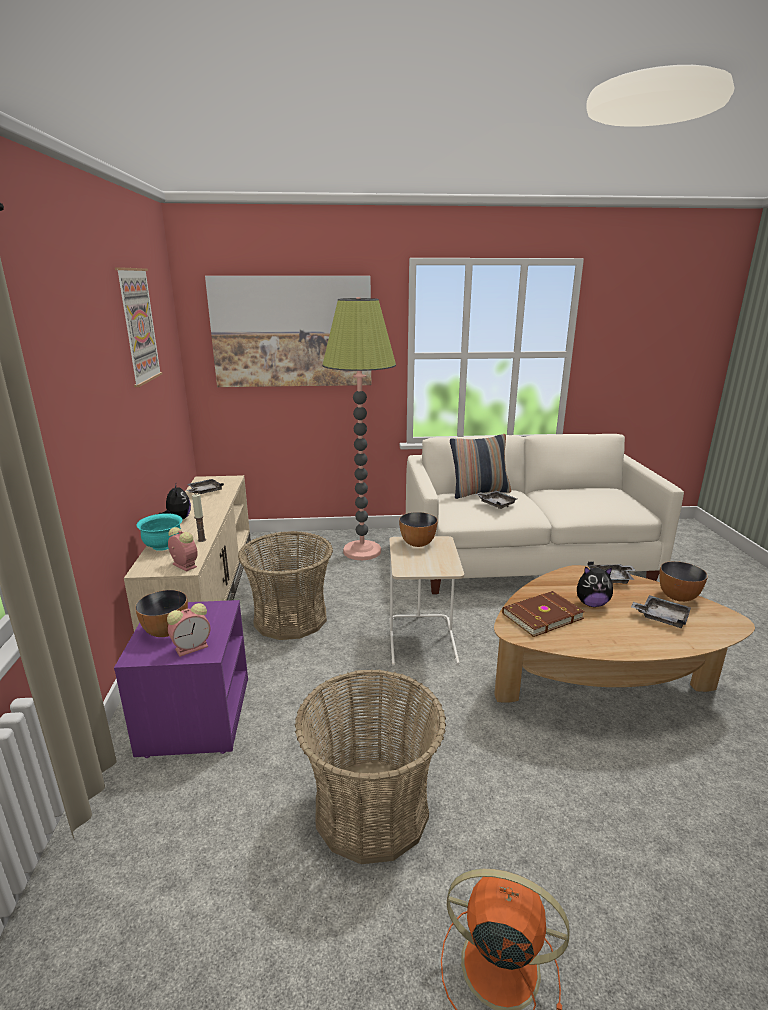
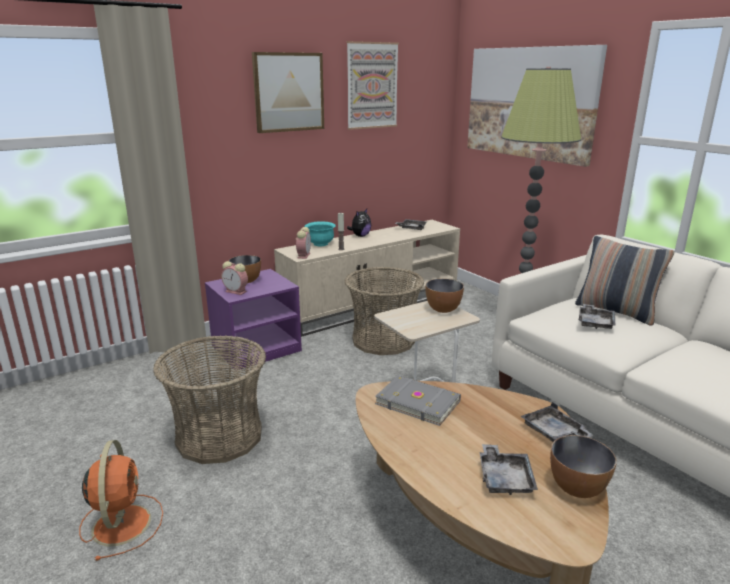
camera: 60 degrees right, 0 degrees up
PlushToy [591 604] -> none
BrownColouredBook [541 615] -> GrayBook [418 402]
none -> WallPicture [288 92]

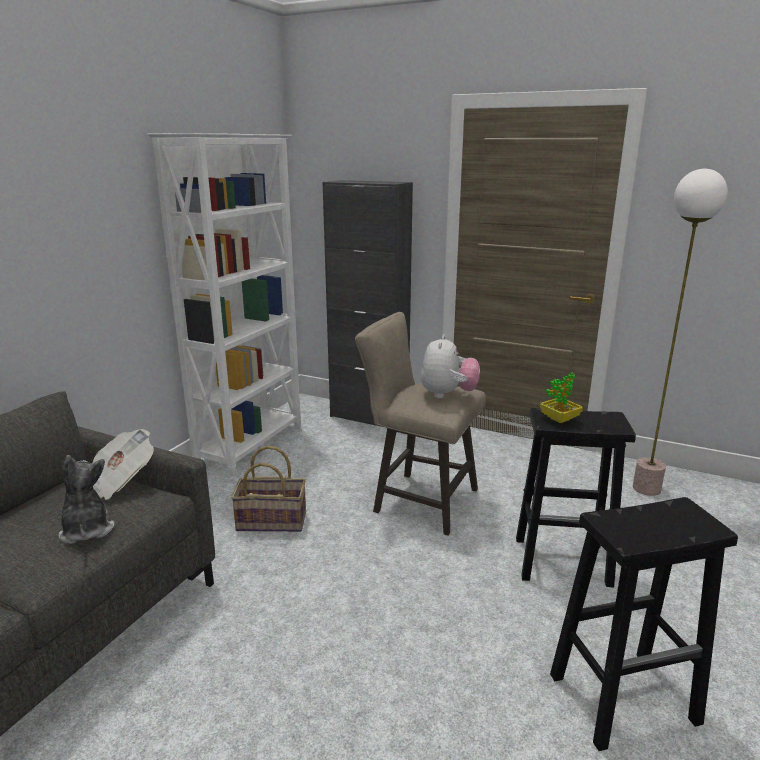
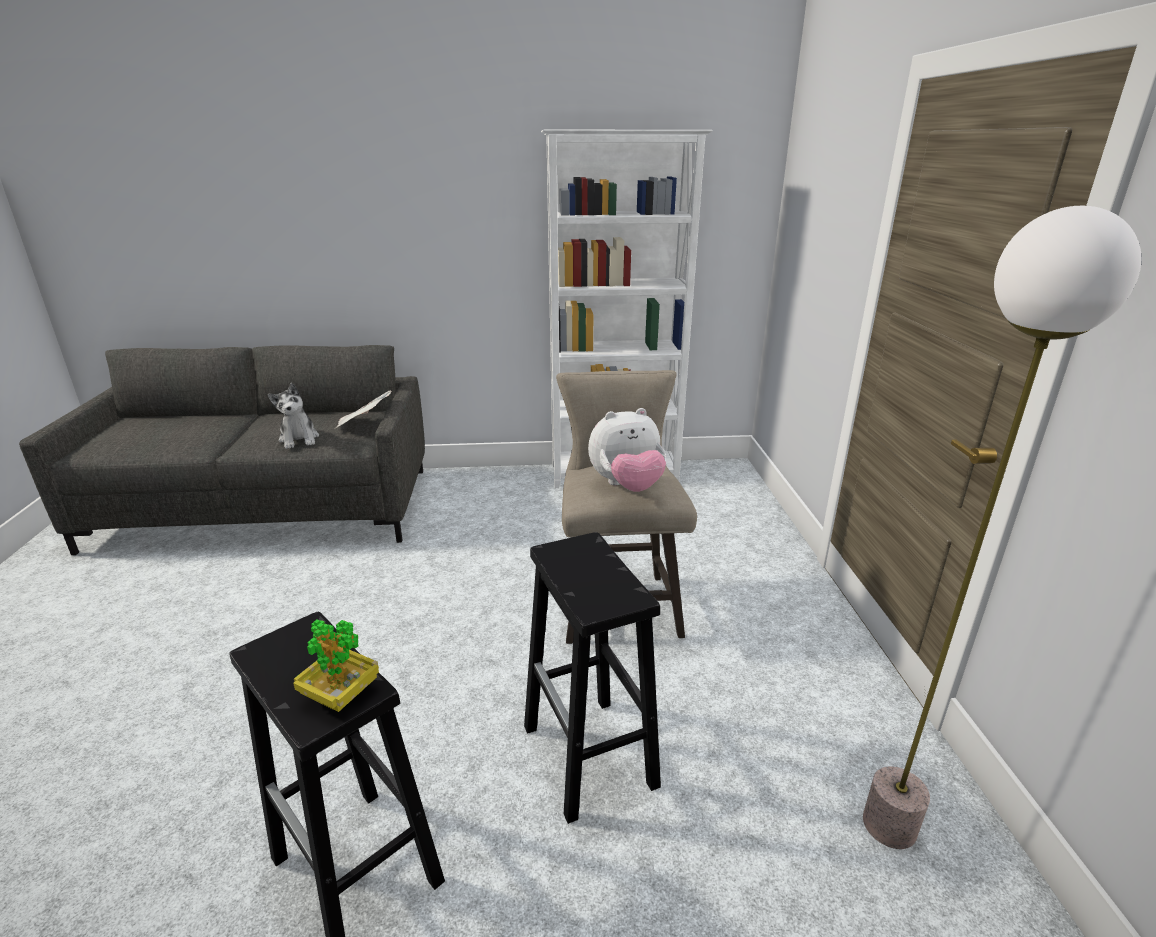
camera: 60 degrees right, 5 degrees up
BlackishCabinet [369 417] -> none
Houseplant [559 419] -> Houseplant [341 694], move
Basket [272 520] -> none
PlushToy [87 530] -> PlushToy [299 439], 120 degrees clockwise

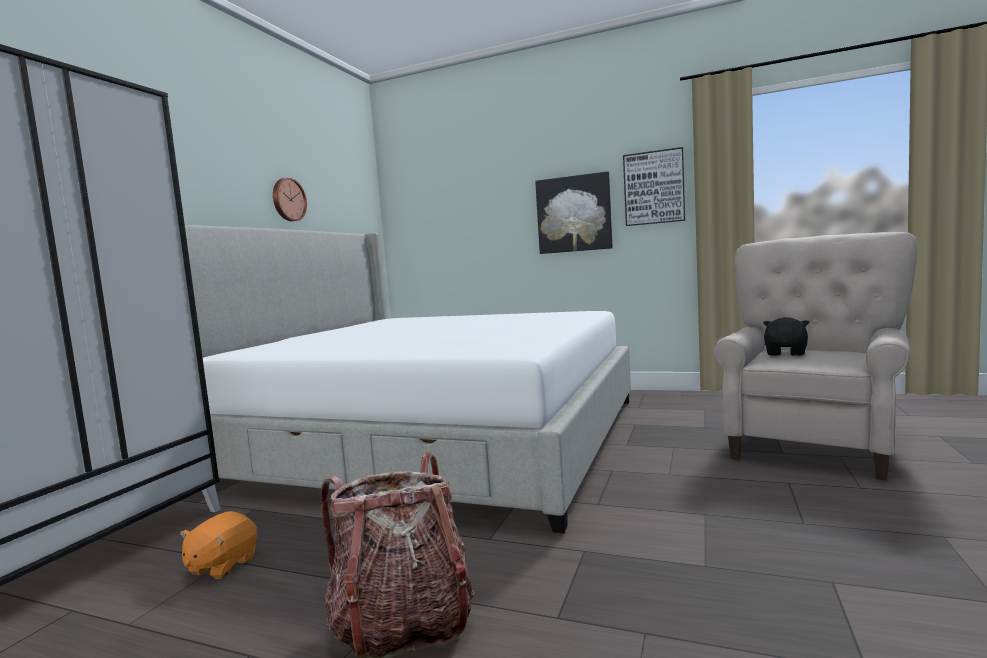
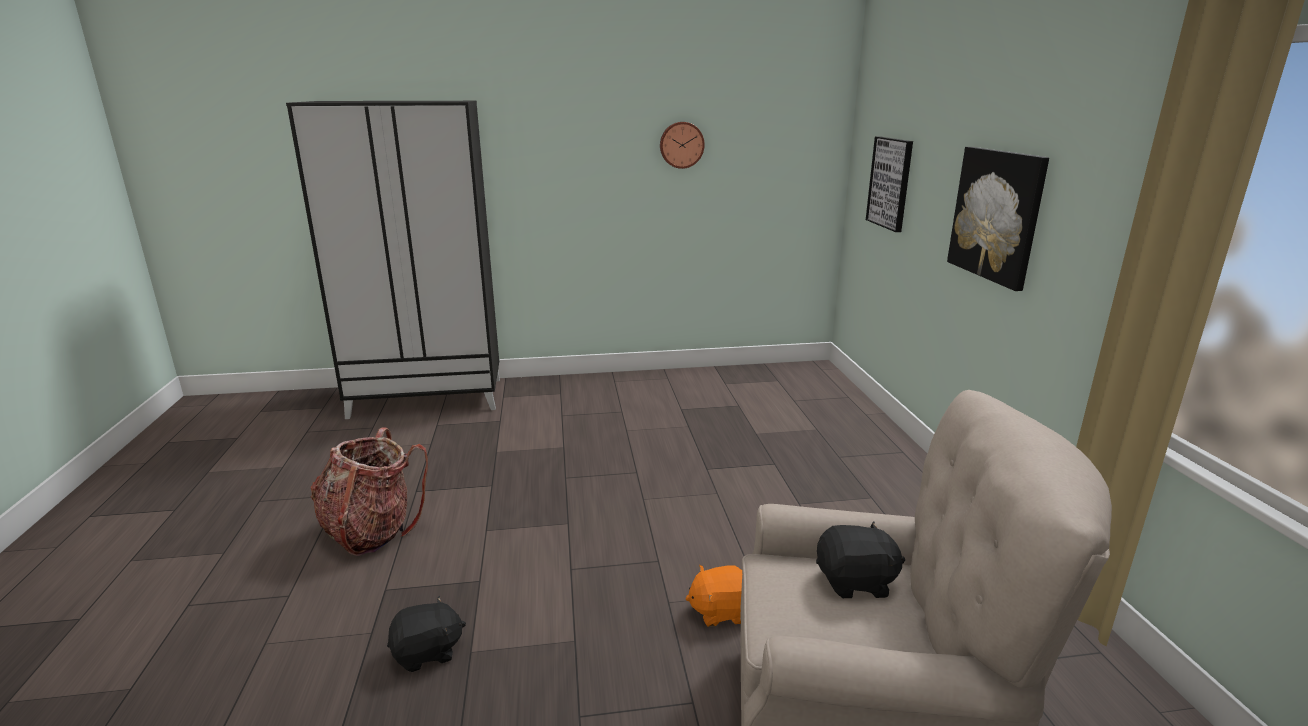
camera: 60 degrees right, 15 degrees up
WallPicture [654 188] -> WallPicture [890 183], move
BedroomBed [434 440] -> none
OrangeColouredPlushToy [222 565] -> OrangeColouredPlushToy [721 611], move
none -> BlackishPlushToy [427 652]

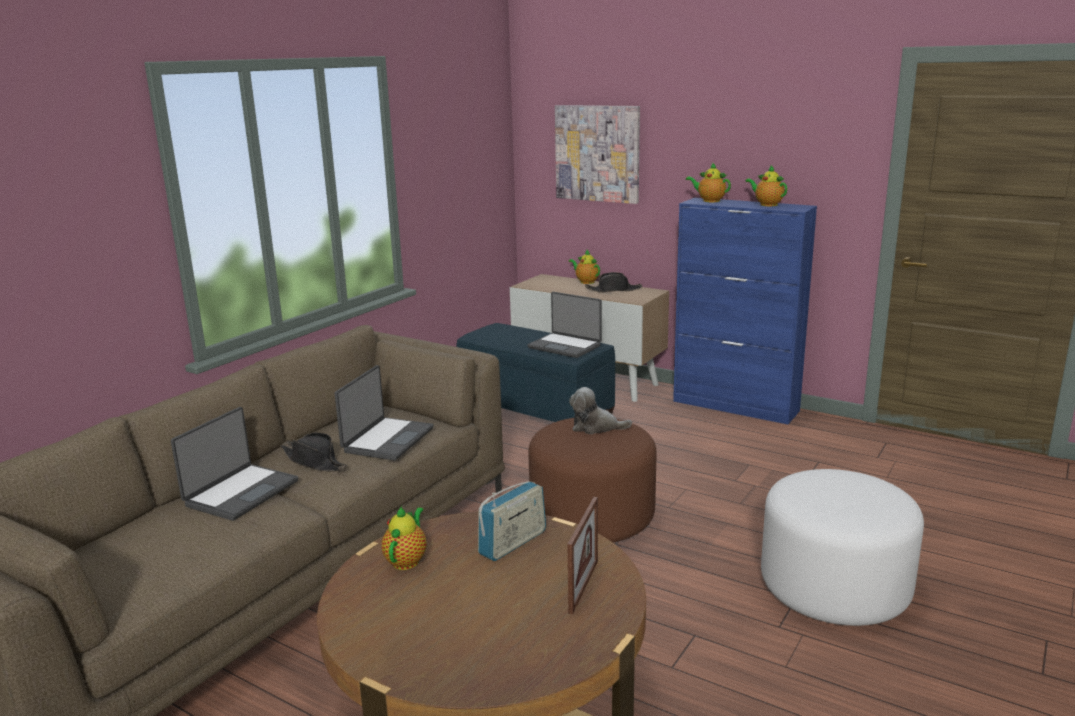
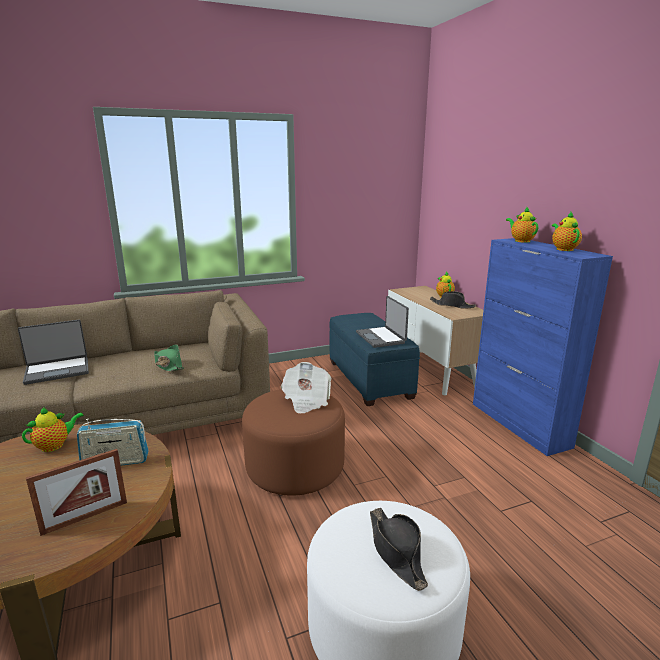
camera: 35 degrees right, 0 degrees up
WallPicture [597 153] -> none
NotebookComputer [387 440] -> GreenHat [168 365]
PlushToy [596 427] -> DailyPaper [306 400]
BlackishHat [314 461] -> BlackishHat [396 552], move

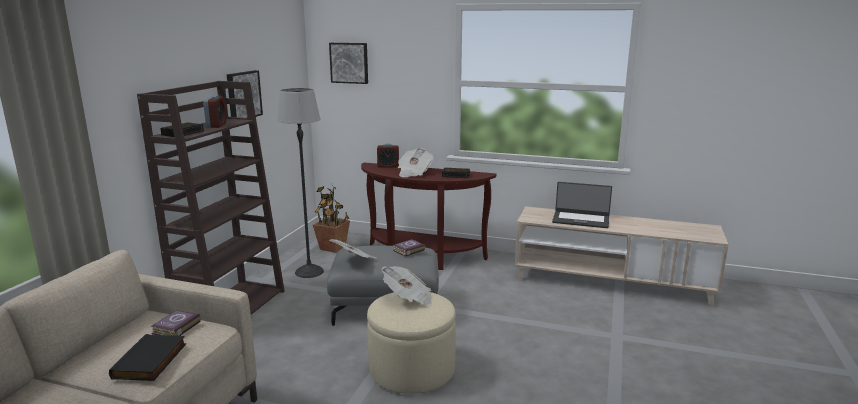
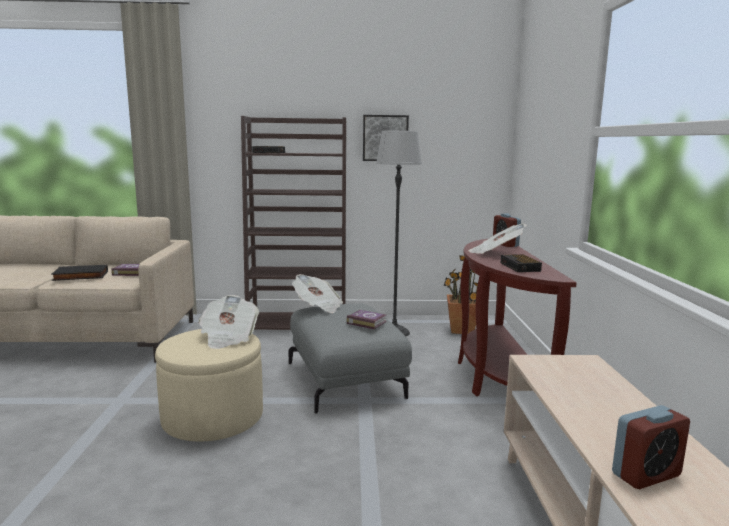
camera: 70 degrees right, 5 degrees down
WallPicture [349 63] -> none
AlarmClock [216 125] -> AlarmClock [646 475], move
NotebookComputer [581 220] -> none

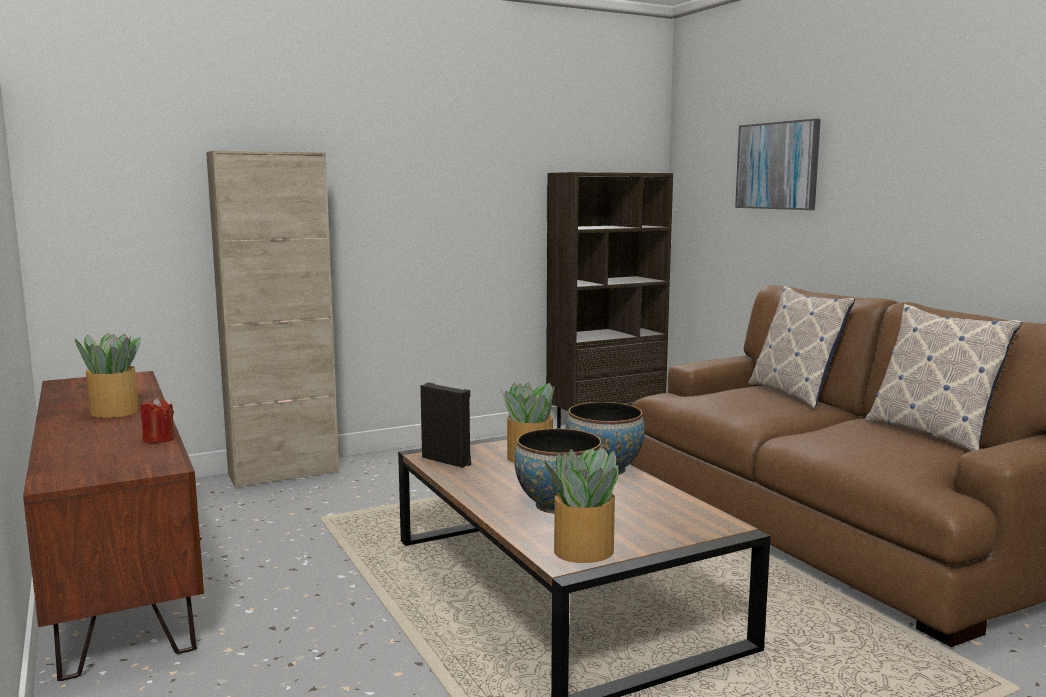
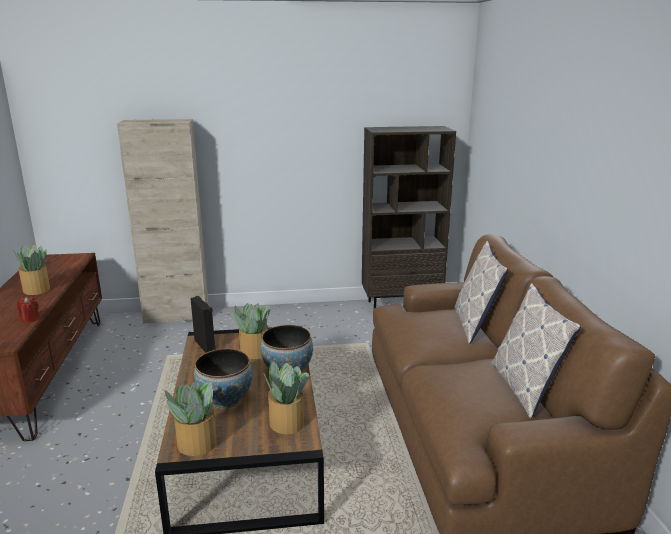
camera: 20 degrees right, 10 degrees up
WallPicture [777 166] -> none
none -> Houseplant [286 422]

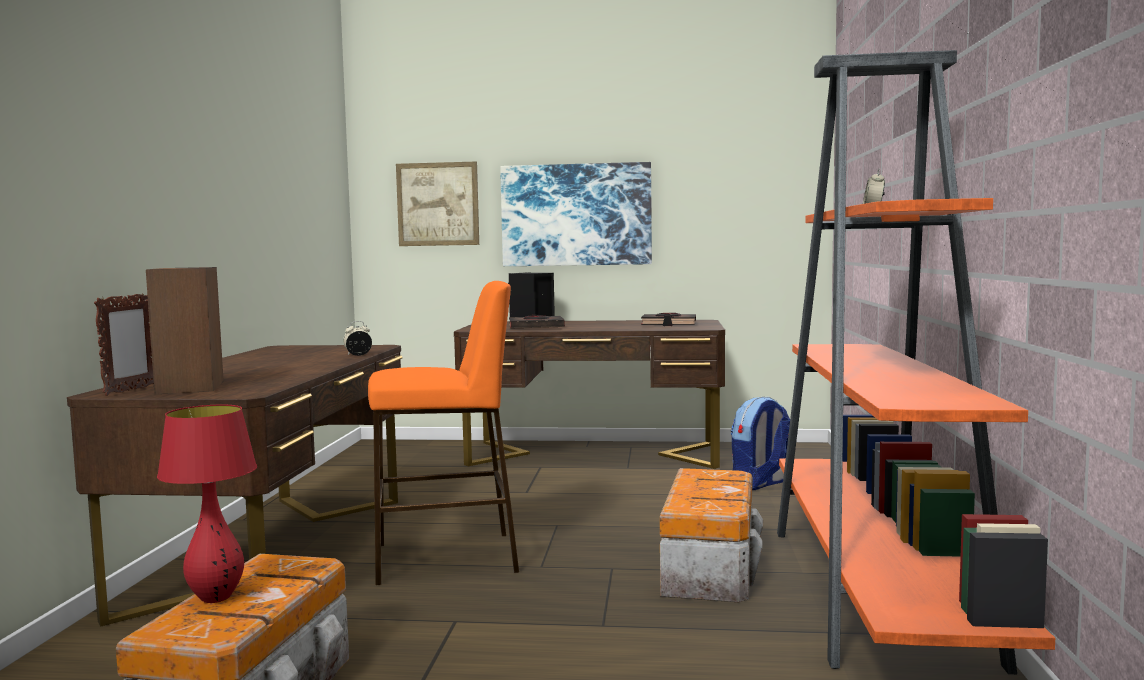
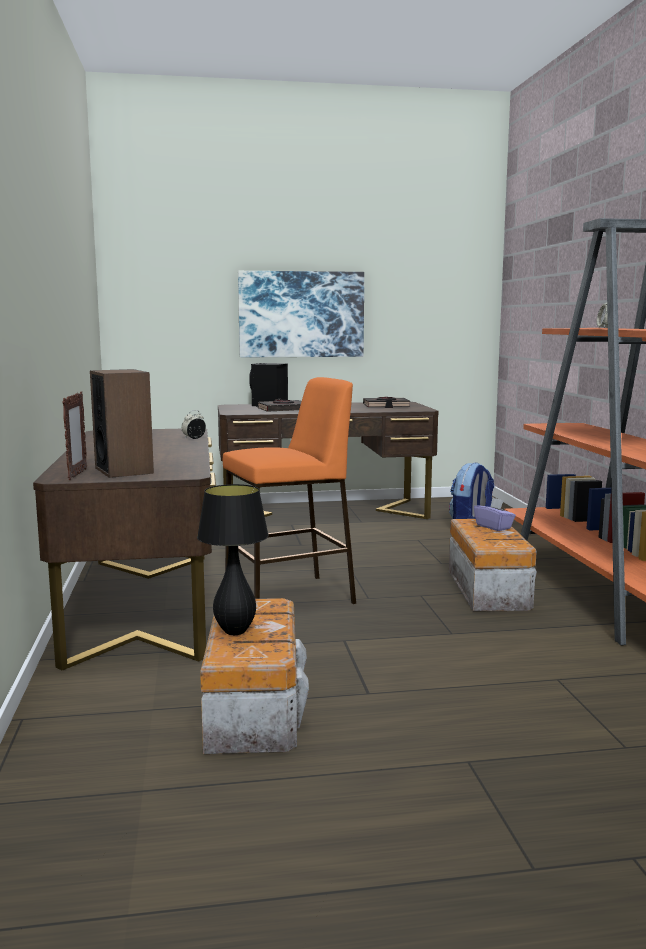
camera: 15 degrees left, 5 degrees up
WallPicture [438 204] -> none
RedColouredTableLamp [216 598] -> BlackishTableLamp [235 631]
none -> PurpleTissueBox [494 527]

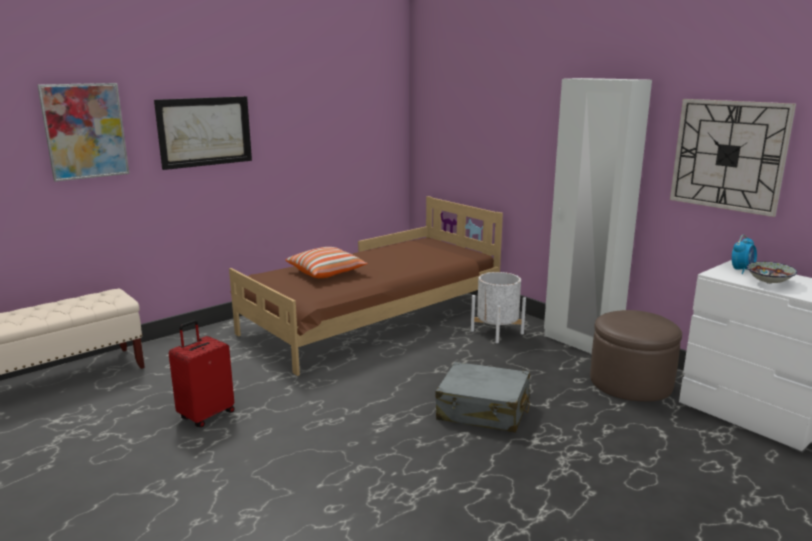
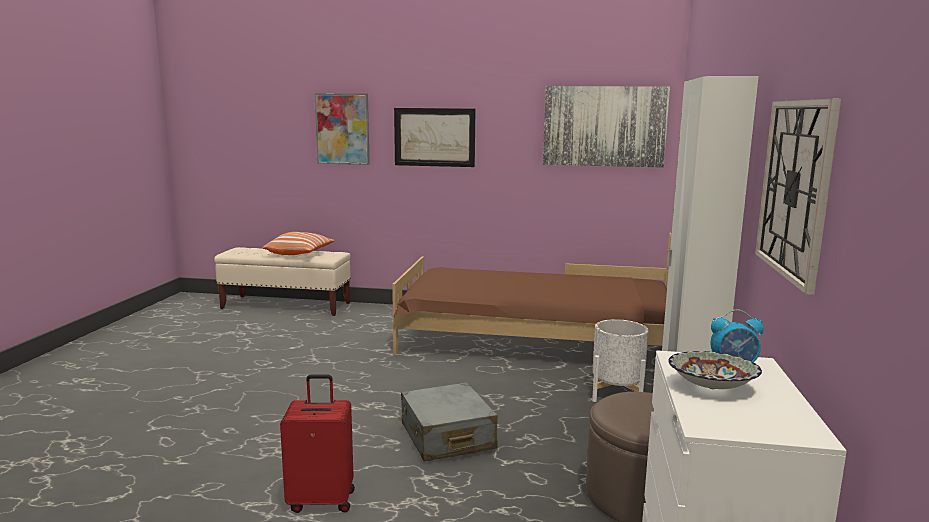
camera: 50 degrees right, 5 degrees down
Pillow [327 273] -> Pillow [300 254], move
RedColouredSuitcase [206 415] -> RedColouredSuitcase [322 500], move
none -> WallPicture [604 126]

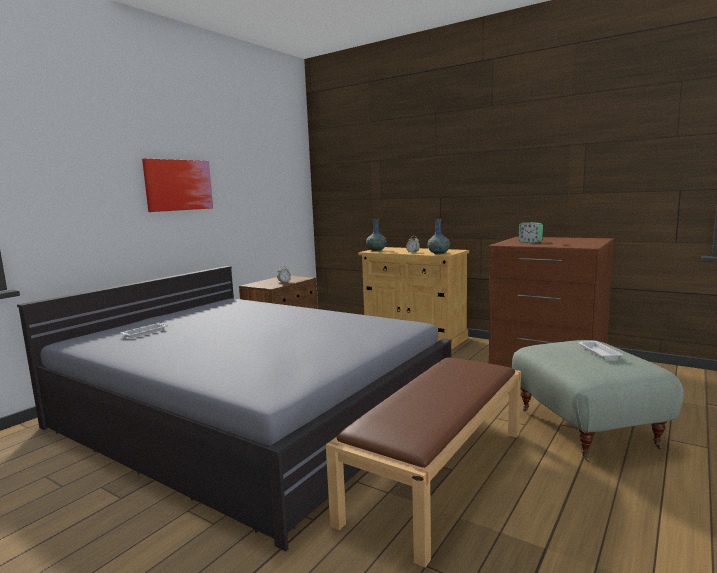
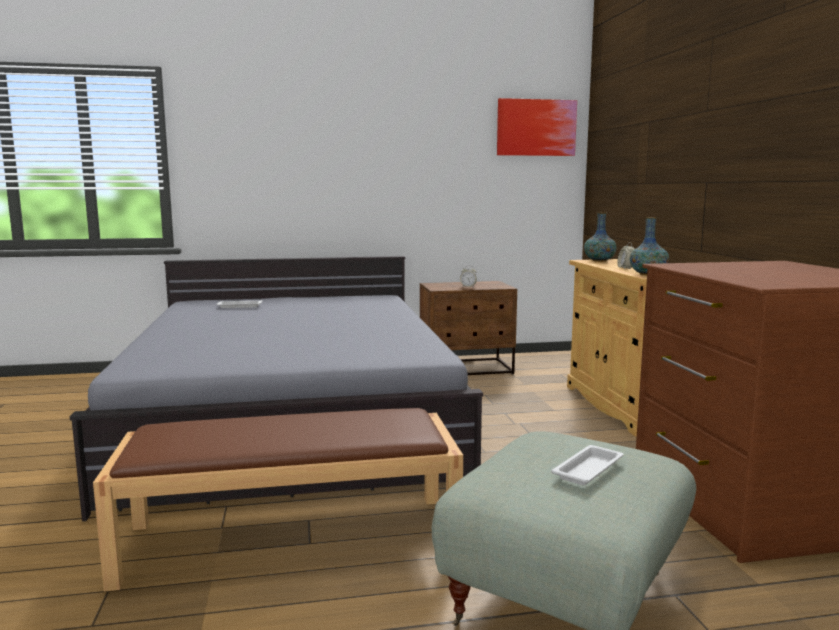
camera: 45 degrees right, 0 degrees up
WallPicture [178 185] -> WallPicture [536 127], move
AlarmClock [530 242] -> none

